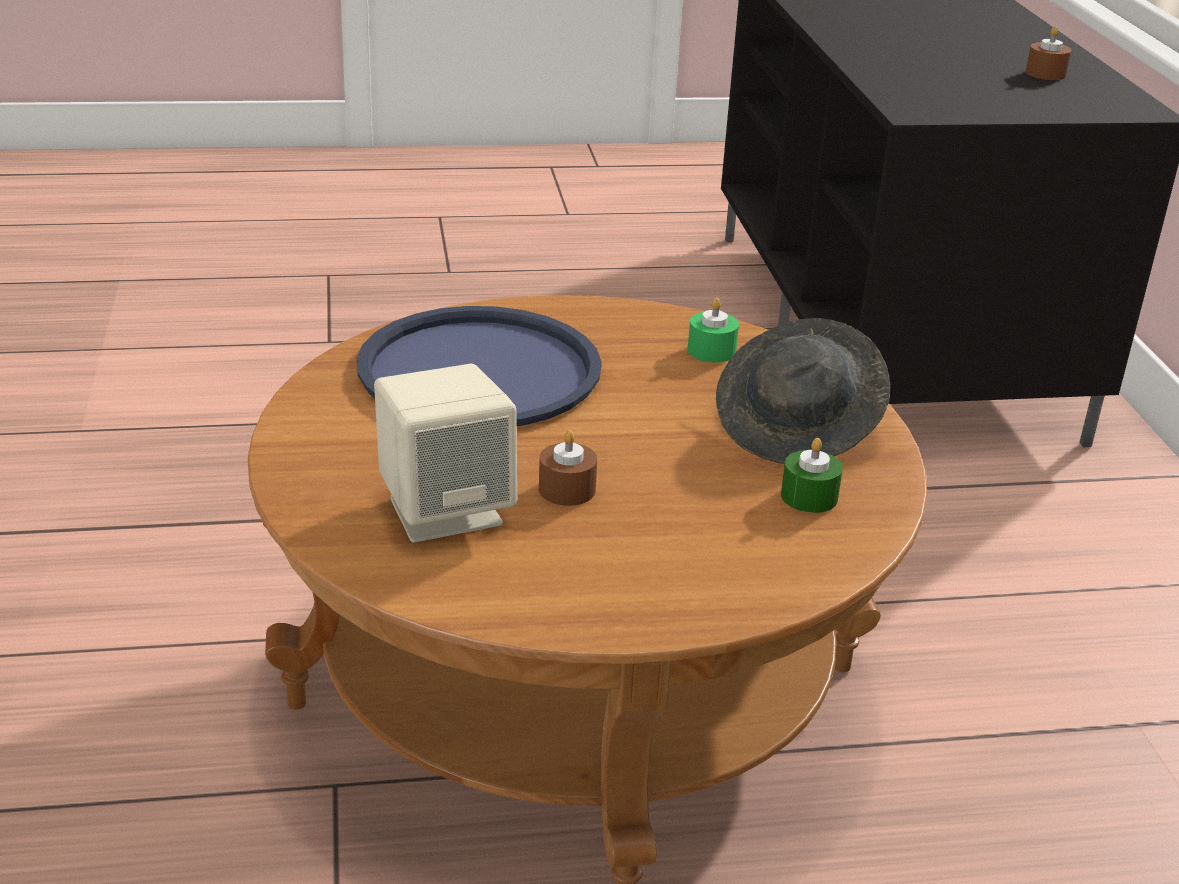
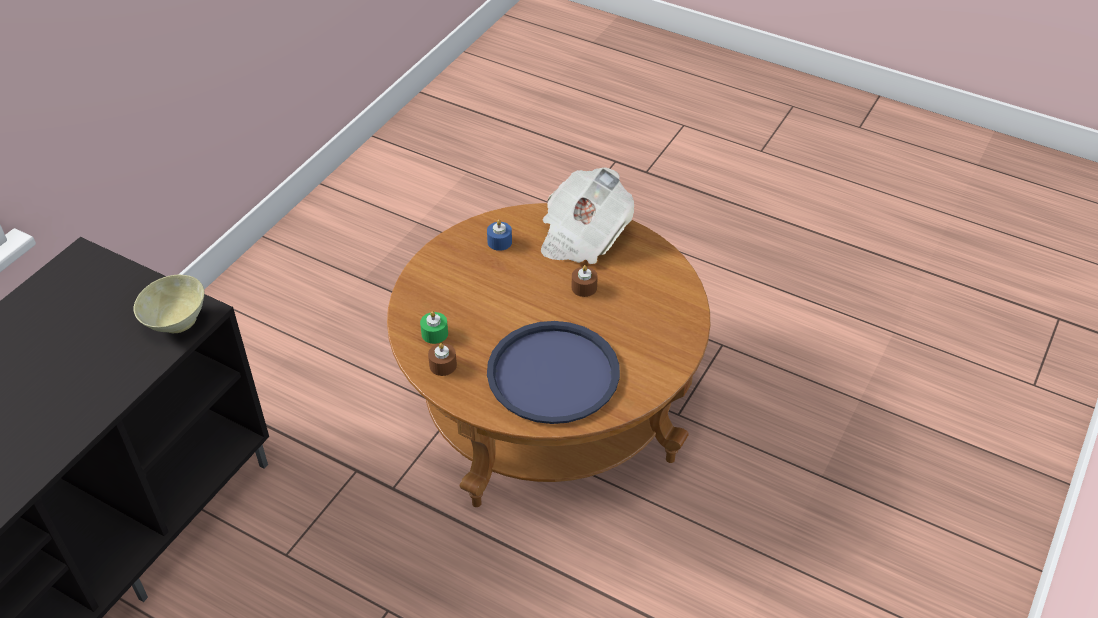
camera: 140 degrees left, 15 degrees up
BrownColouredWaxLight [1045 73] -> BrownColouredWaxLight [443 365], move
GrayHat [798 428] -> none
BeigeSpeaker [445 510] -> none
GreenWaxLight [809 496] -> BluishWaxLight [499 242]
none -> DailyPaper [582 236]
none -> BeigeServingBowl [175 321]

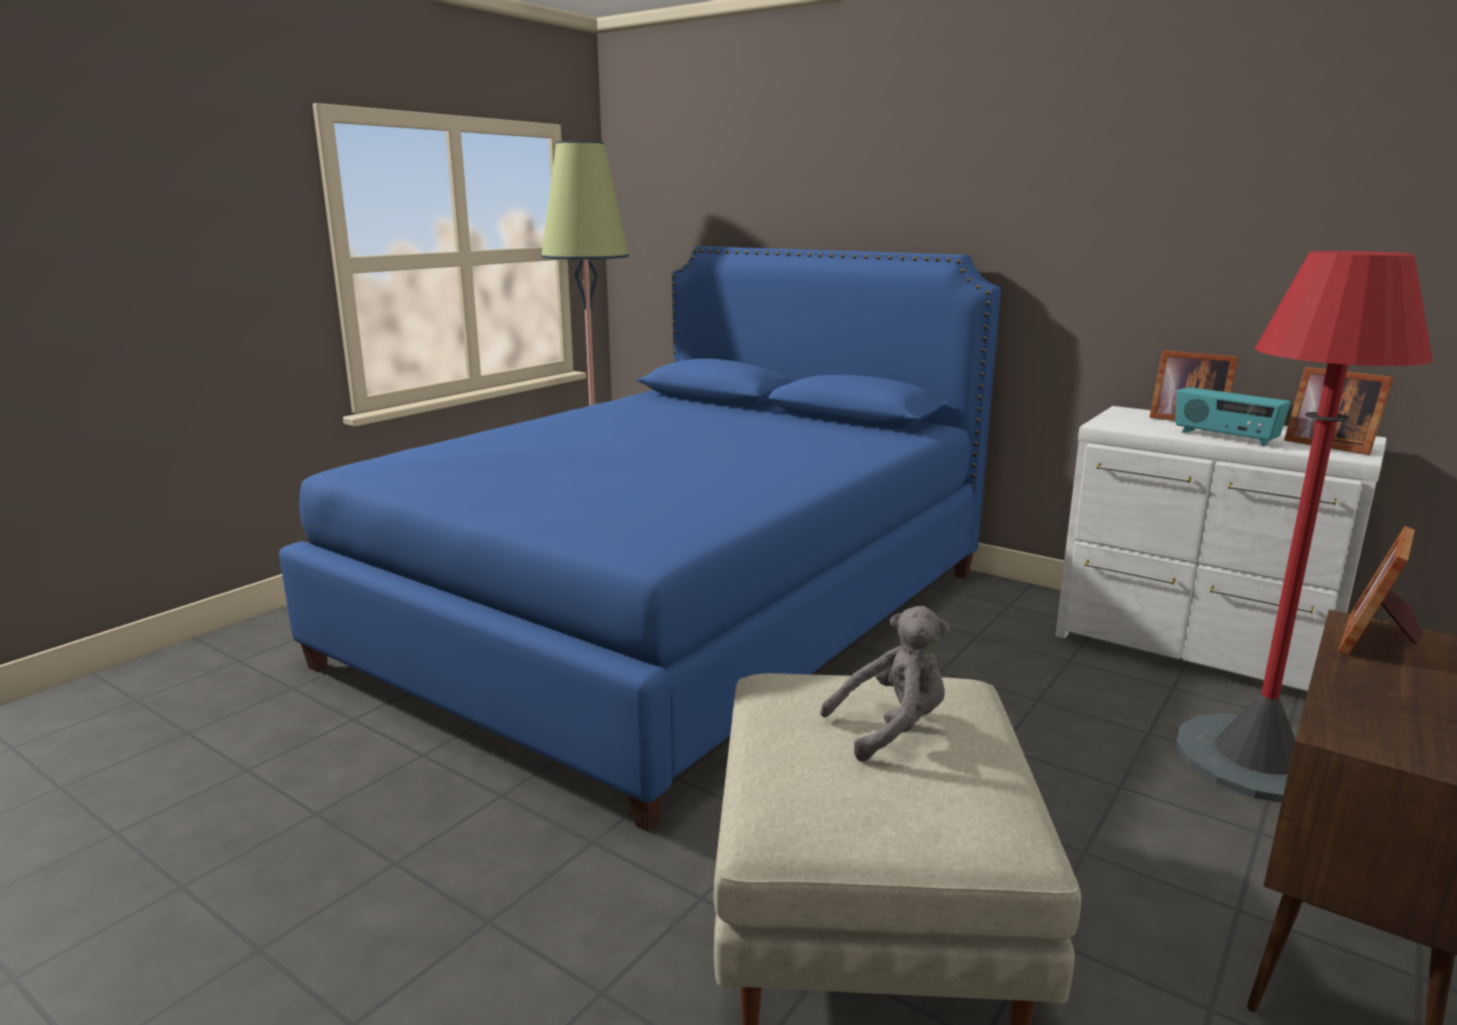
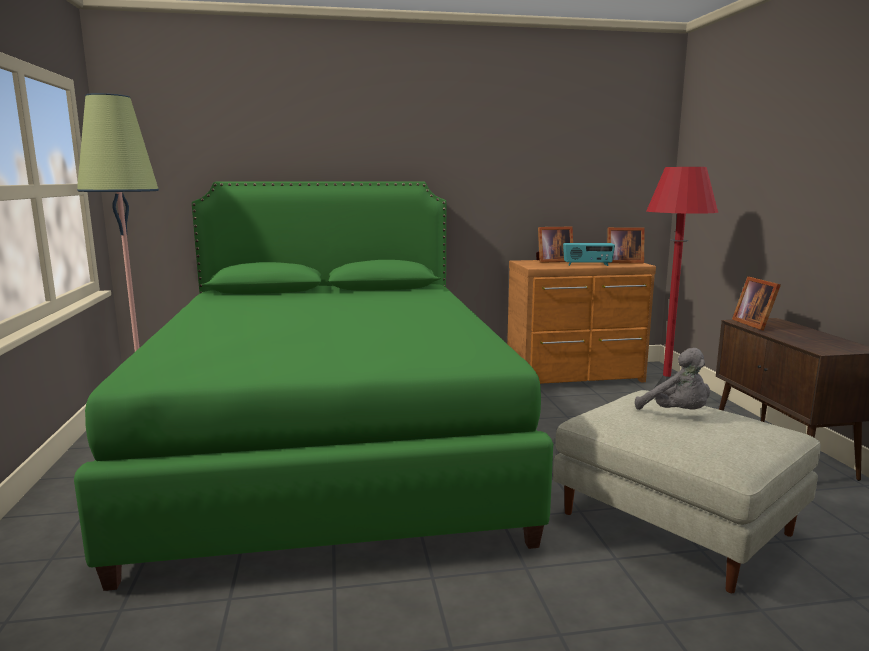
camera: 45 degrees left, 5 degrees down
BluishBedroomBed [674 616] -> GreenBedroomBed [330 444]
WhitishChestOfDrawers [1193 648] -> BrownColouredChestOfDrawers [576 377]
GrayPlushToy [891 728] -> GrayPlushToy [677 413], 120 degrees clockwise

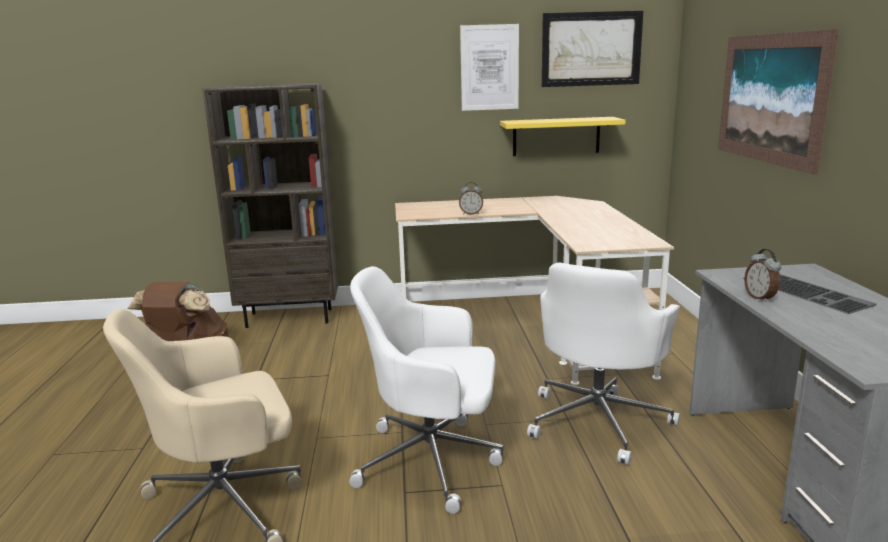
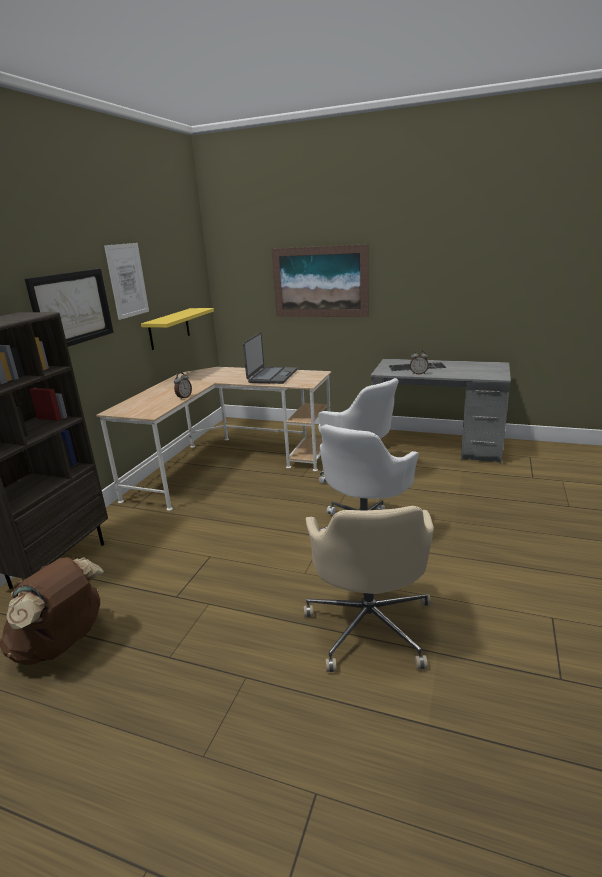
camera: 65 degrees left, 5 degrees up
WallPicture [591 49] -> WallPicture [72 308], move
none -> NotebookComputer [272 376]

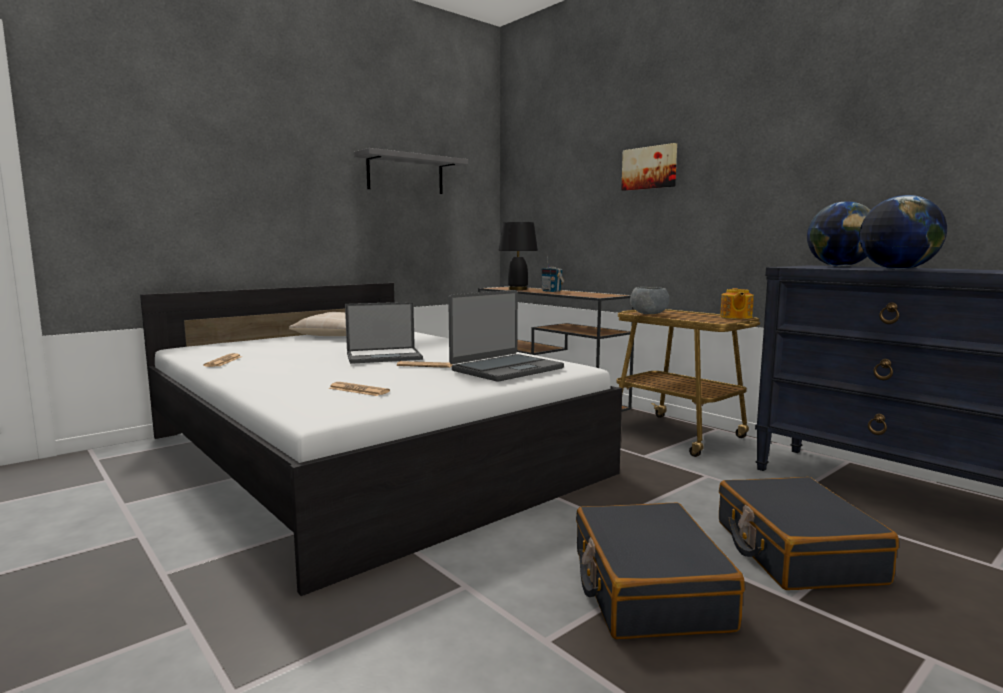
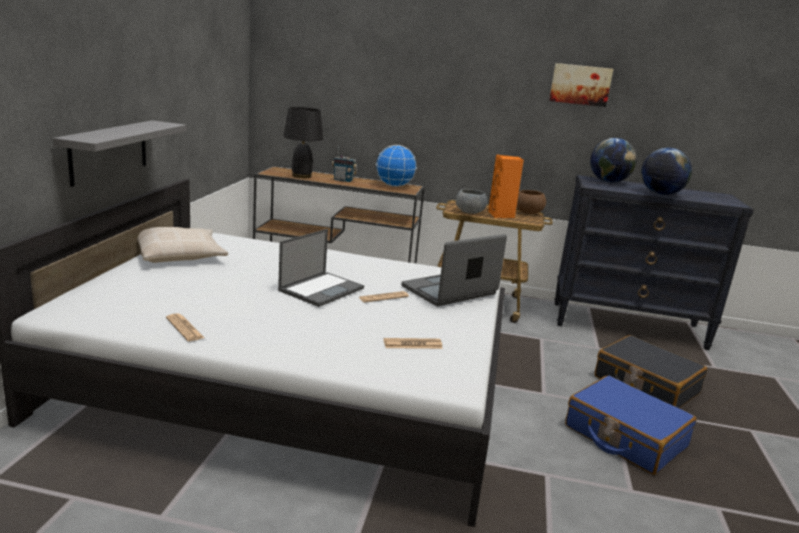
camera: 40 degrees left, 10 degrees up
WallPicture [650 168] -> WallPicture [580 84], move
GrayWallShelf [405 174] -> GrayWallShelf [109 151], move
TeaPot [735 317] -> BrownColouredServingBowl [528 212]
NotebookComputer [506 369] -> NotebookComputer [450 291], 135 degrees counterclockwise
BlackishSuitcase [647 589] -> BluishSuitcase [624 437]
none -> Globe [394 186]
none -> OrangeColouredSpeaker [501 215]

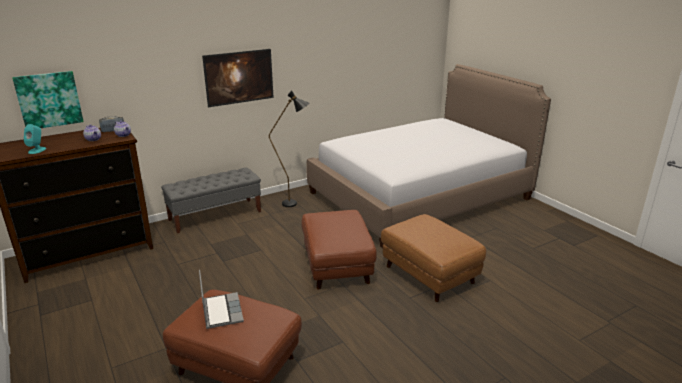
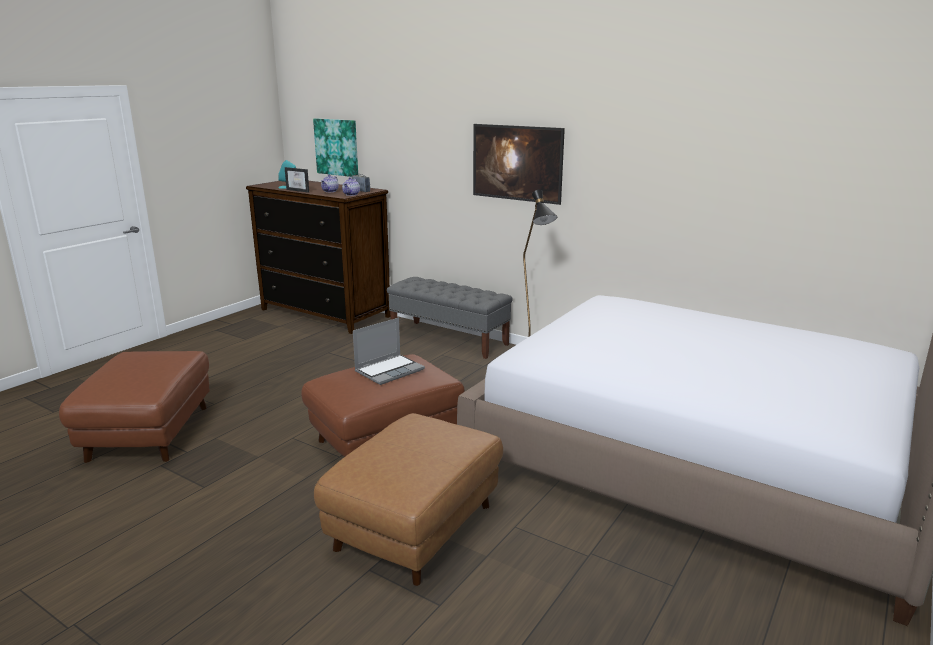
camera: 65 degrees right, 5 degrees down
NotebookComputer [221 311] -> NotebookComputer [389 370], move
none -> PhotoFrame [300 190]

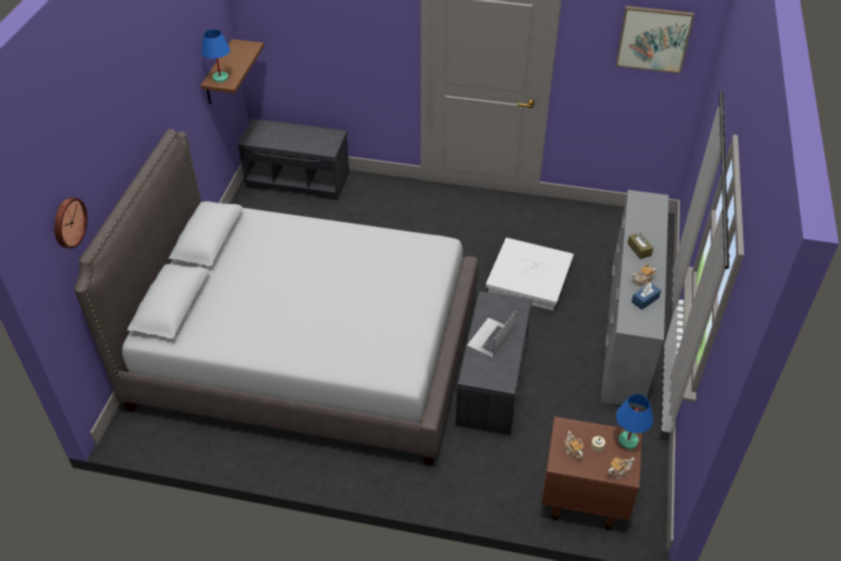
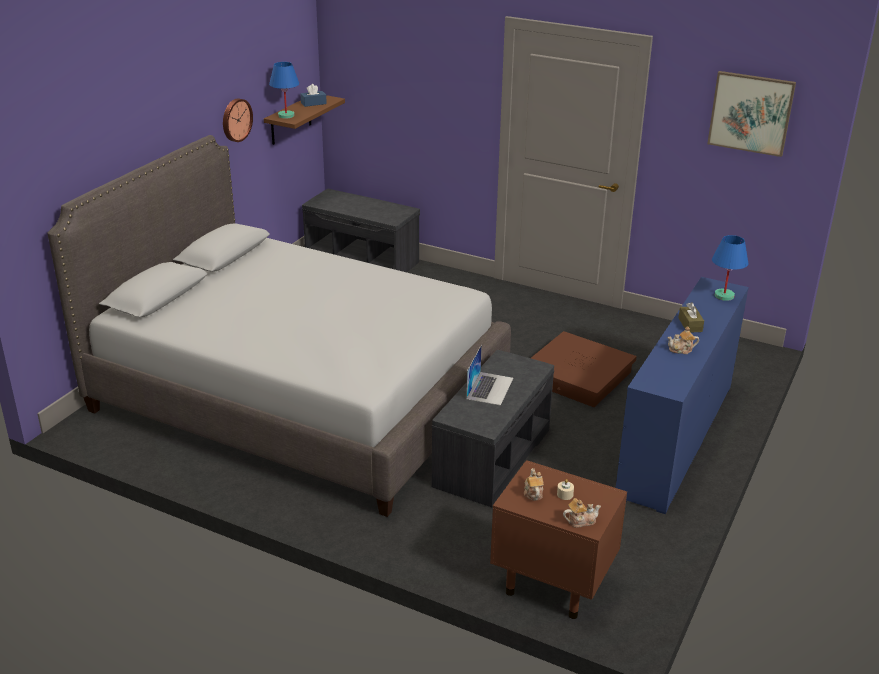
camera: 15 degrees right, 15 degrees down
GrayChestOfDrawers [626 330] -> BluishChestOfDrawers [675 439]
WallClock [68 222] -> WallClock [235 120], move
WhitishStorageBin [528 279] -> BrownColouredStorageBin [577 376]
BluishTissueBox [645 300] -> BluishTissueBox [313 103], move
NotebookComputer [490 337] -> NotebookComputer [489 388], 150 degrees clockwise
BluishTableLamp [627 440] -> BluishTableLamp [724 295], move

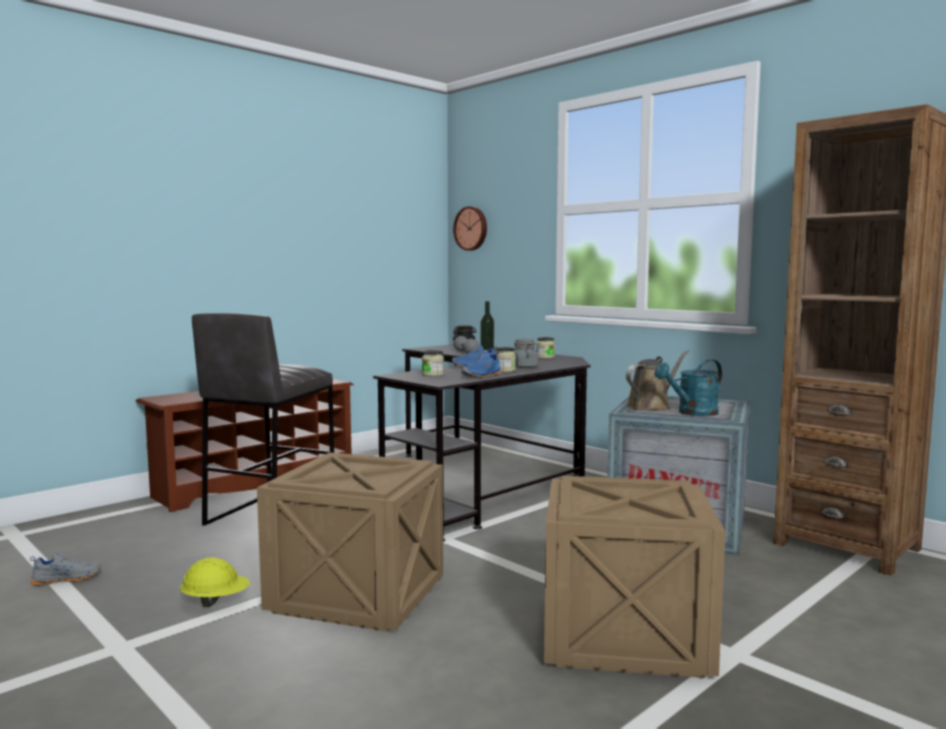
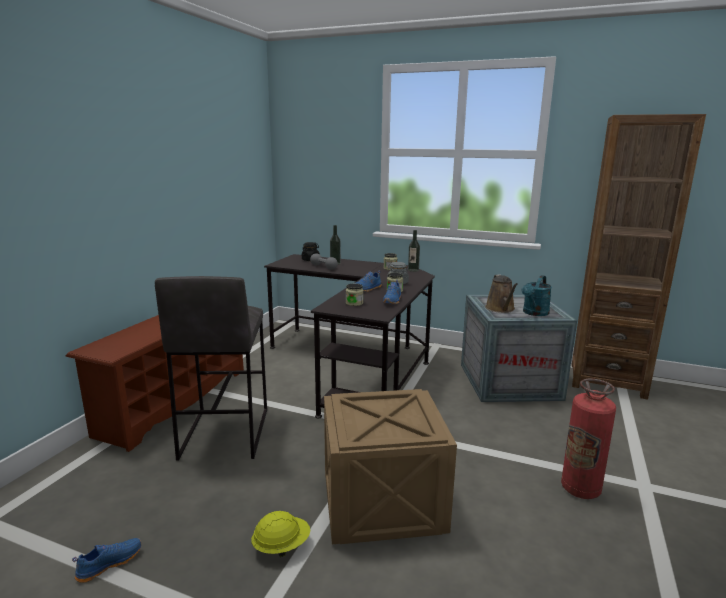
camera: 25 degrees left, 10 degrees up
WallClock [471 228] -> none
BrownColouredSprinklingCan [651 406] -> BrownColouredSprinklingCan [501 309], 150 degrees clockwise
Crate [627 636] -> Extinguisher [580 489]
GrayShoe [67 579] -> BluishShoe [109 563]
none -> DrinkBottle [413 270]

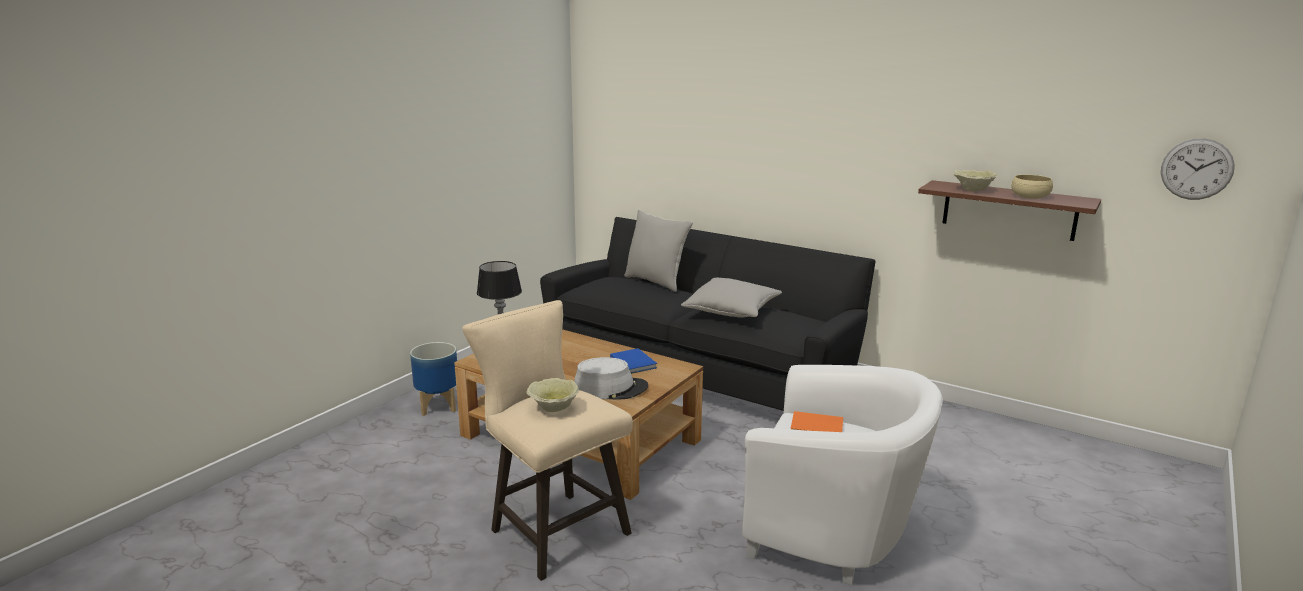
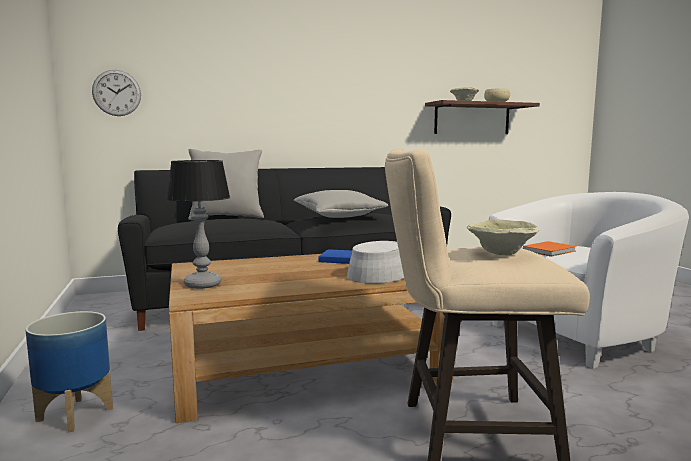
camera: 50 degrees left, 10 degrees down
WallClock [1196 169] -> WallClock [117 93], move

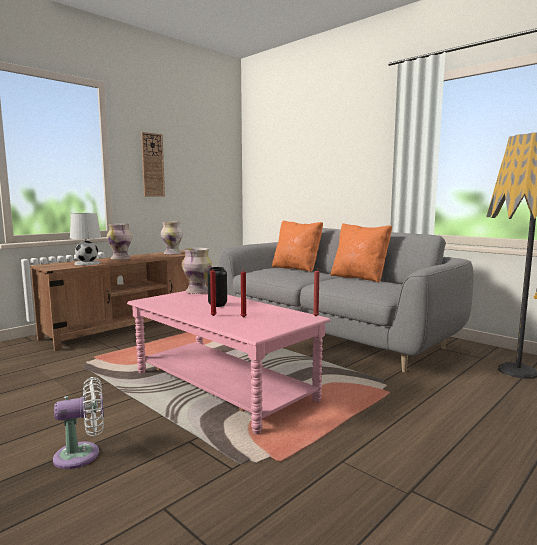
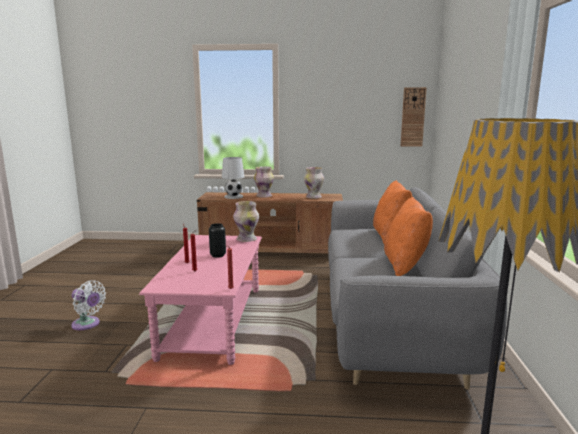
camera: 50 degrees right, 5 degrees up
WallClock [152 165] -> WallClock [413 117], move

